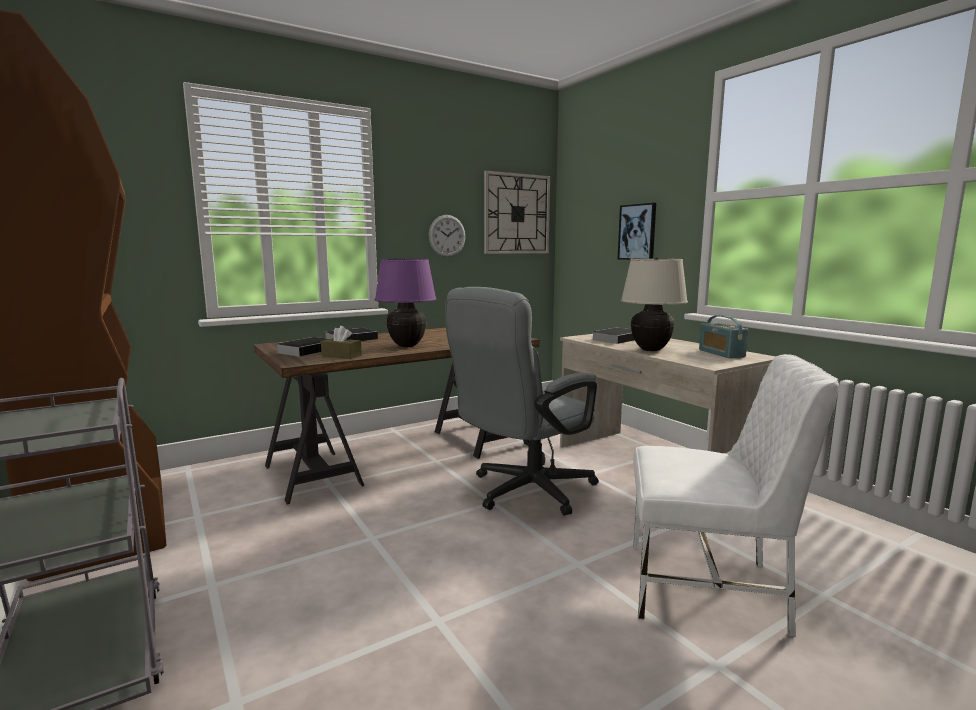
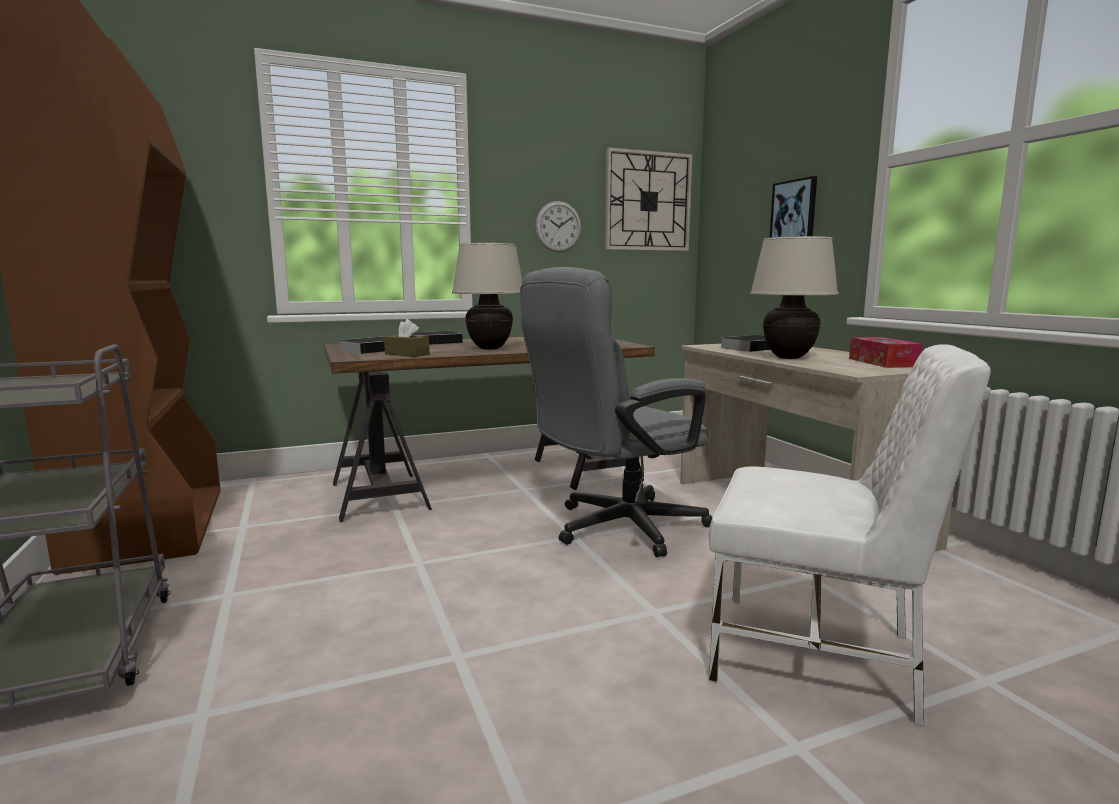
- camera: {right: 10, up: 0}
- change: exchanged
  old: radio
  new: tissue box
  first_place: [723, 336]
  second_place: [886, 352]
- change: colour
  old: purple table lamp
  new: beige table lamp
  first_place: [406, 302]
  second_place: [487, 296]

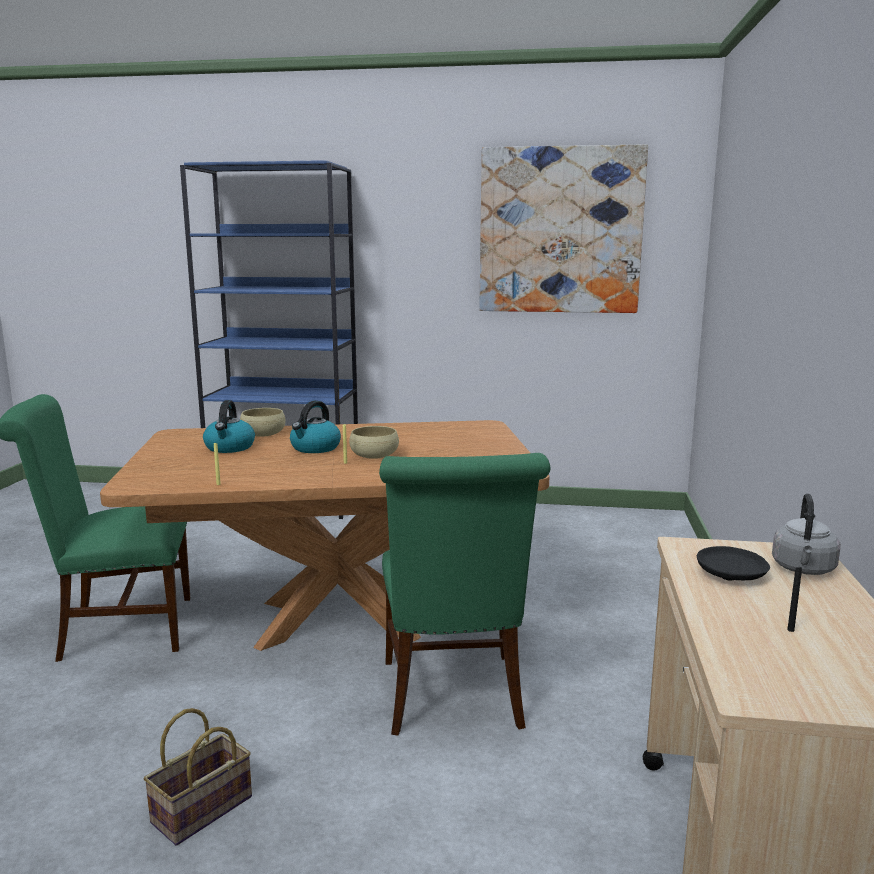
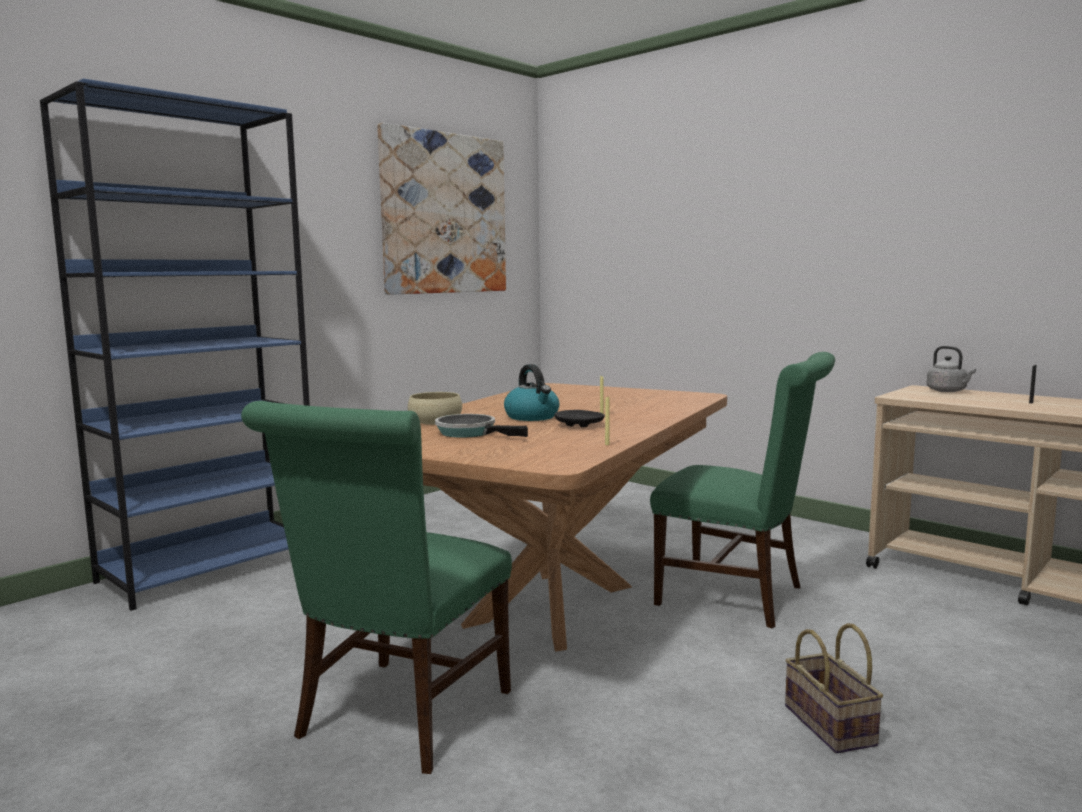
- camera: {right: -55, up: -5}
- change: missing
  old: beige bowl
  first_place: [374, 442]
- change: relocated
  old: black plate
  first_place: [733, 563]
  second_place: [579, 418]
- change: exchanged
  old: kettle
  new: frying pan
  first_place: [229, 426]
  second_place: [481, 426]

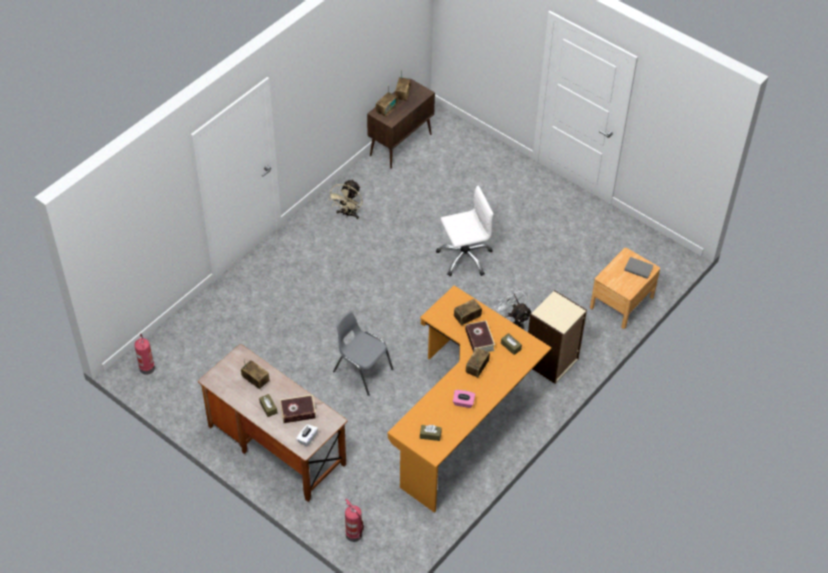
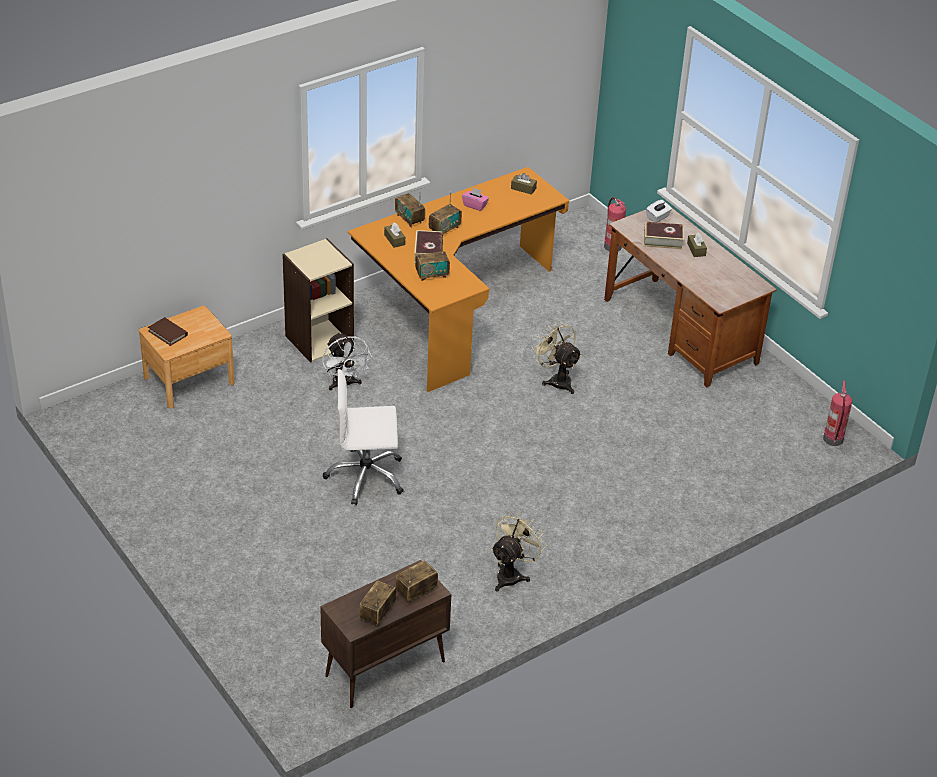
- camera: {right: -165, up: -10}
- change: relocated
  old: radio
  first_place: [255, 374]
  second_place: [410, 210]
- change: exchanged
  old: grey chair
  new: beige fan
  first_place: [363, 353]
  second_place: [557, 357]
- change: colour
  old: grey book
  new: brown book
  first_place: [639, 268]
  second_place: [168, 331]

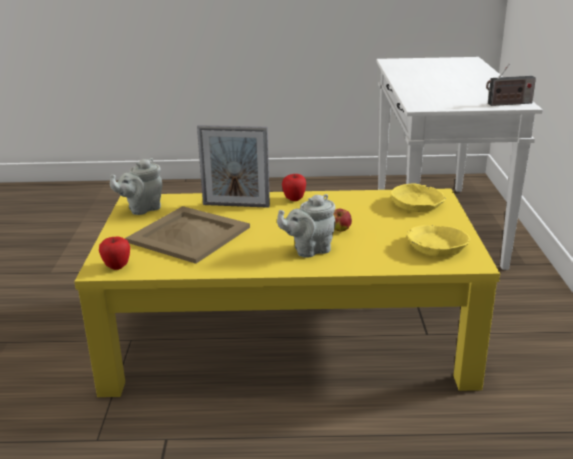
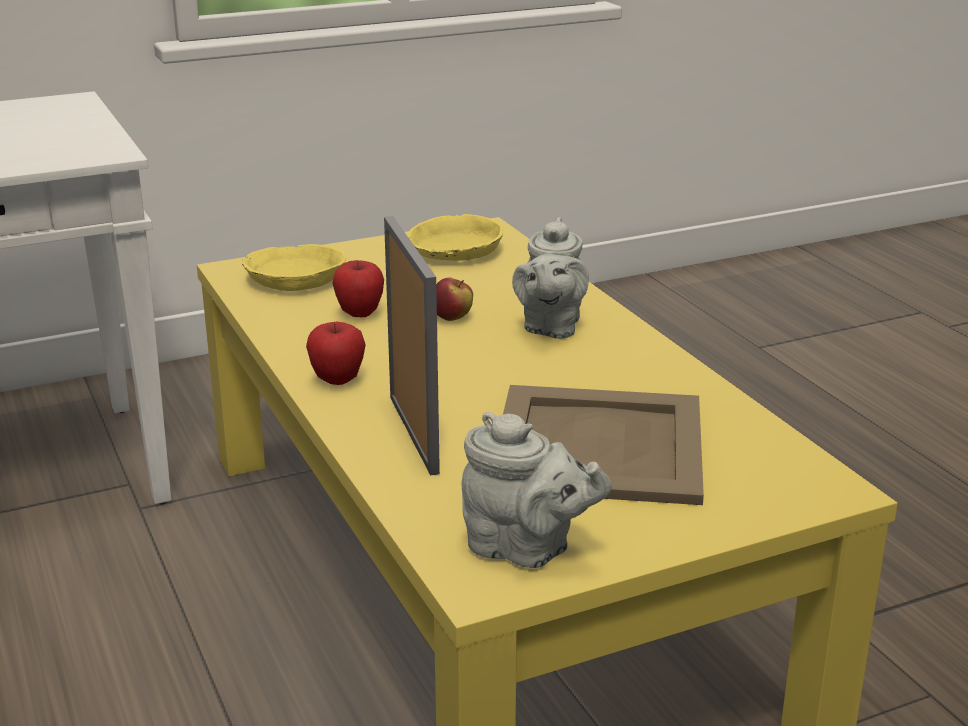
- camera: {right: -115, up: 0}
- change: missing
  old: radio
  first_place: [511, 85]
- change: relocated
  old: apple
  first_place: [114, 253]
  second_place: [358, 288]
- change: spun
  old: grey teapot
  first_place: [306, 225]
  second_place: [550, 278]
  degrees: 60

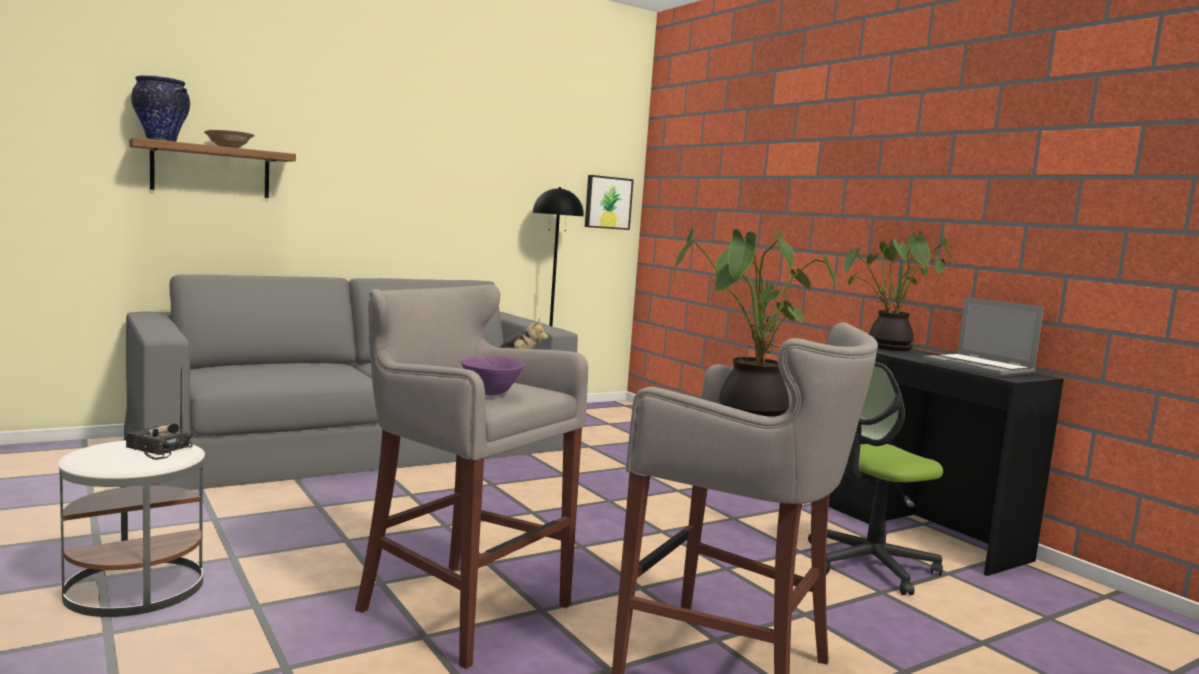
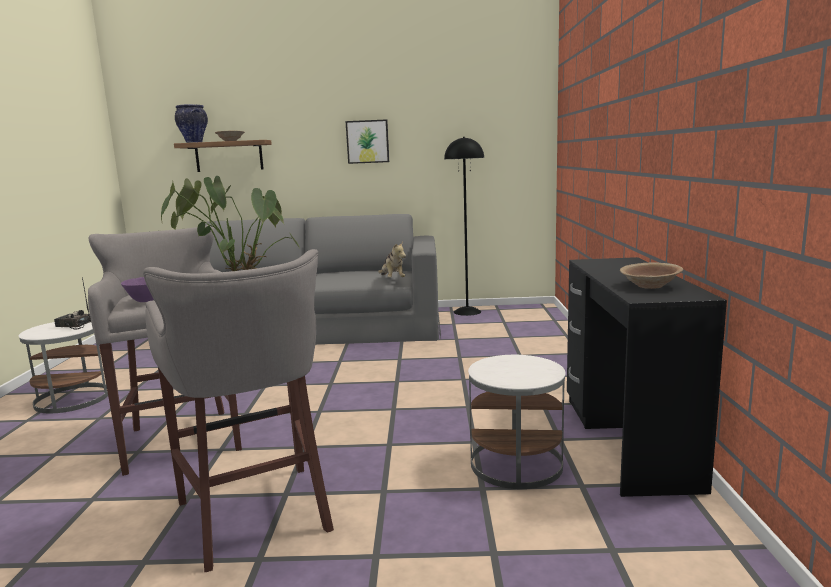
- camera: {right: 35, up: 5}
- change: missing
  old: potted plant
  first_place: [898, 291]
- change: relocated
  old: picture
  first_place: [609, 202]
  second_place: [367, 141]
- change: exchanged
  old: office chair
  new: white side table
  first_place: [875, 478]
  second_place: [517, 422]
- change: exchanged
  old: laptop
  new: brown bowl
  first_place: [983, 337]
  second_place: [651, 276]
- change: spun
  old: radio
  first_place: [159, 413]
  second_place: [72, 303]
  degrees: -45

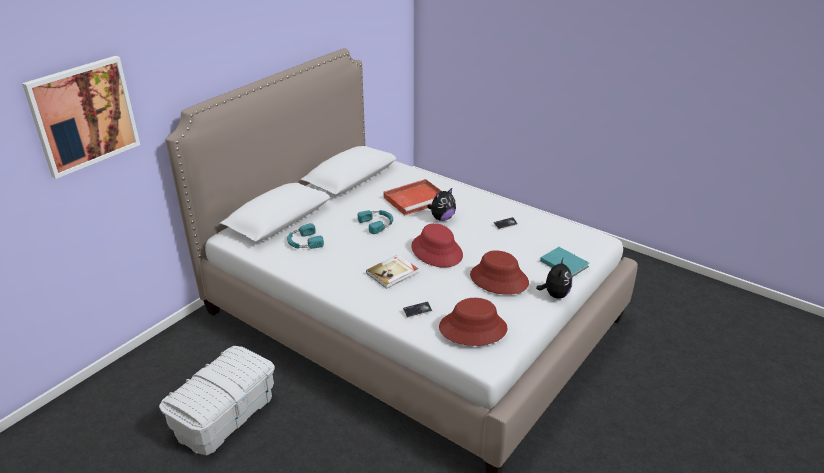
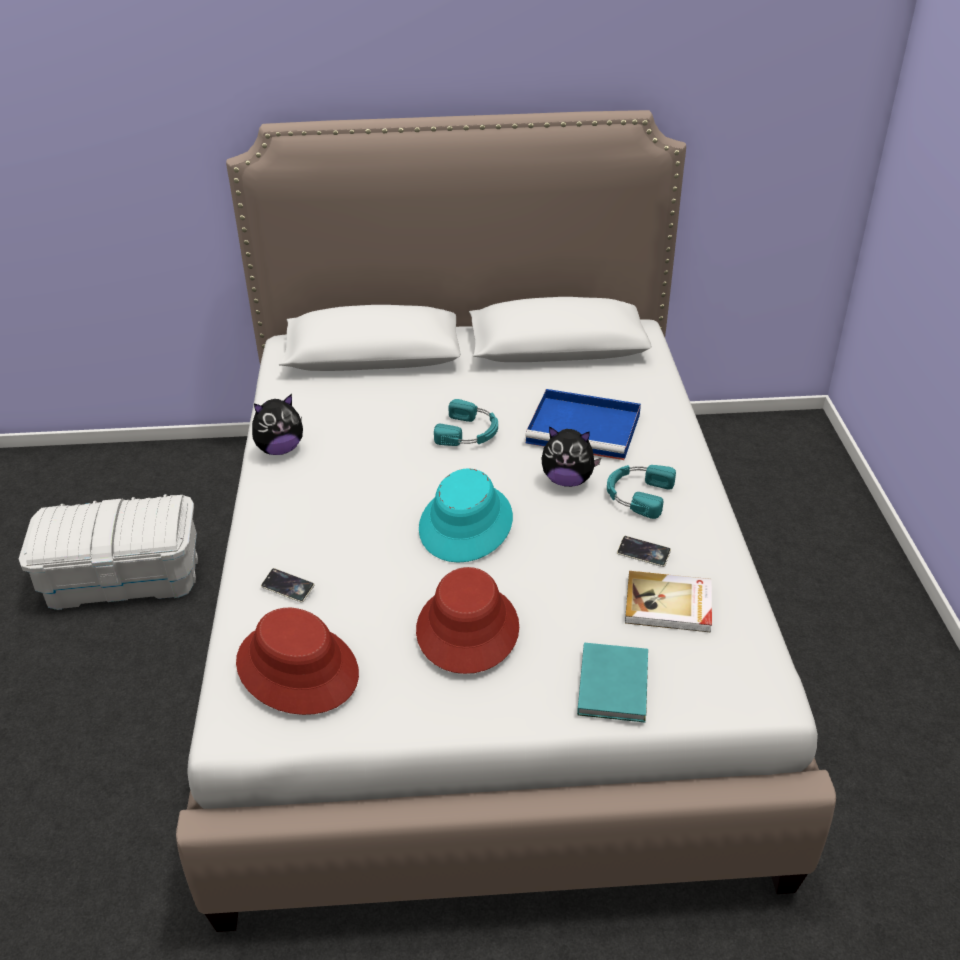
- camera: {right: 50, up: 5}
- change: missing
  old: picture
  first_place: [81, 117]
- change: relocated
  old: turquoise headphones
  first_place: [305, 236]
  second_place: [641, 492]
- change: relocated
  old: book
  first_place: [392, 272]
  second_place: [668, 602]
- change: relocated
  old: plush toy
  first_place: [554, 278]
  second_place: [277, 424]
- change: colour
  old: red tray
  new: blue tray
  first_place: [412, 197]
  second_place: [583, 424]
- change: colour
  old: red hat
  new: turquoise hat
  first_place: [437, 245]
  second_place: [466, 515]

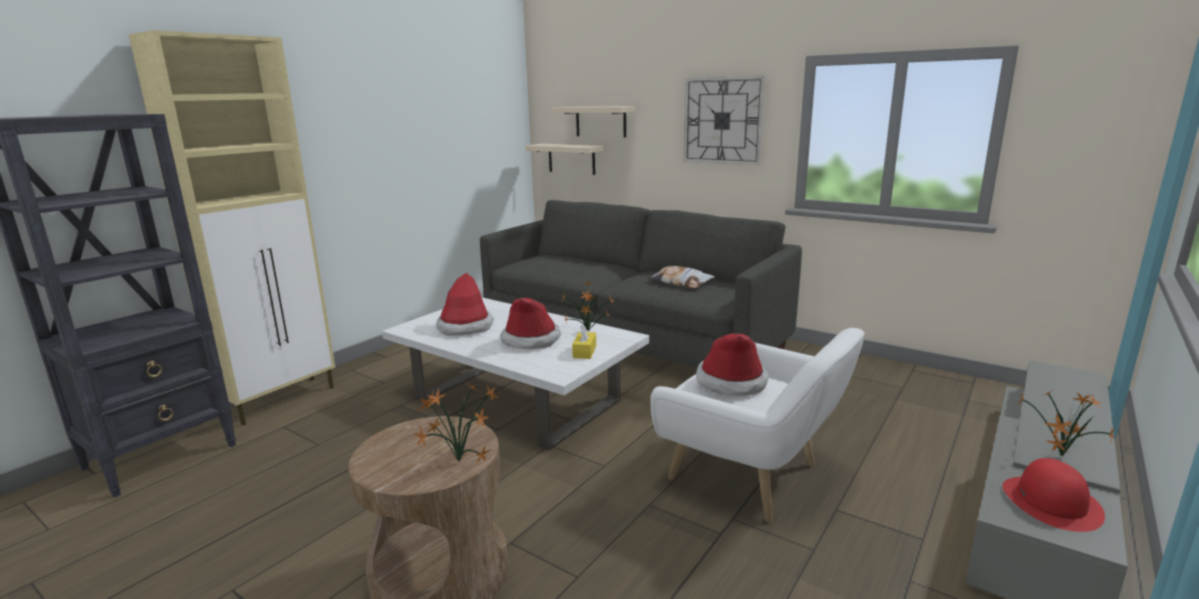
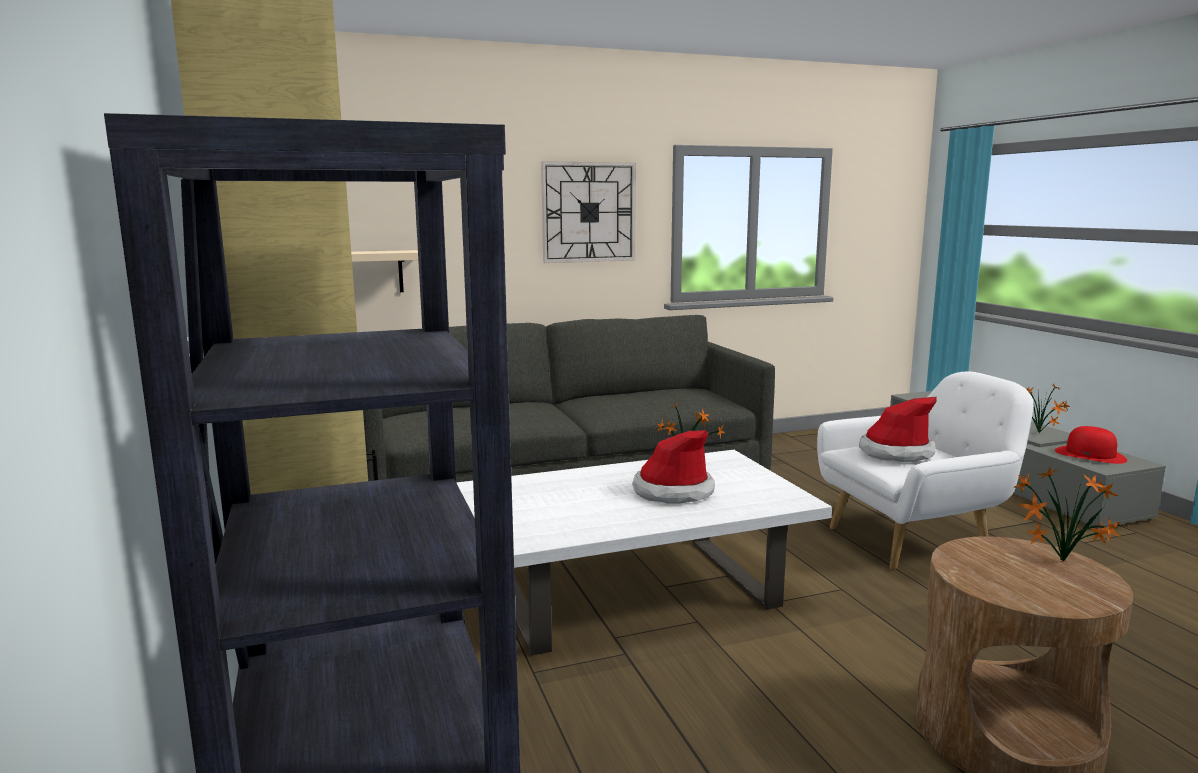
- camera: {right: -55, up: -5}
- change: missing
  old: hat
  first_place: [465, 304]
- change: missing
  old: beige shelf
  first_place: [594, 122]
- change: missing
  old: yellow tissue box
  first_place: [584, 341]
- change: missing
  old: pillow
  first_place: [681, 277]

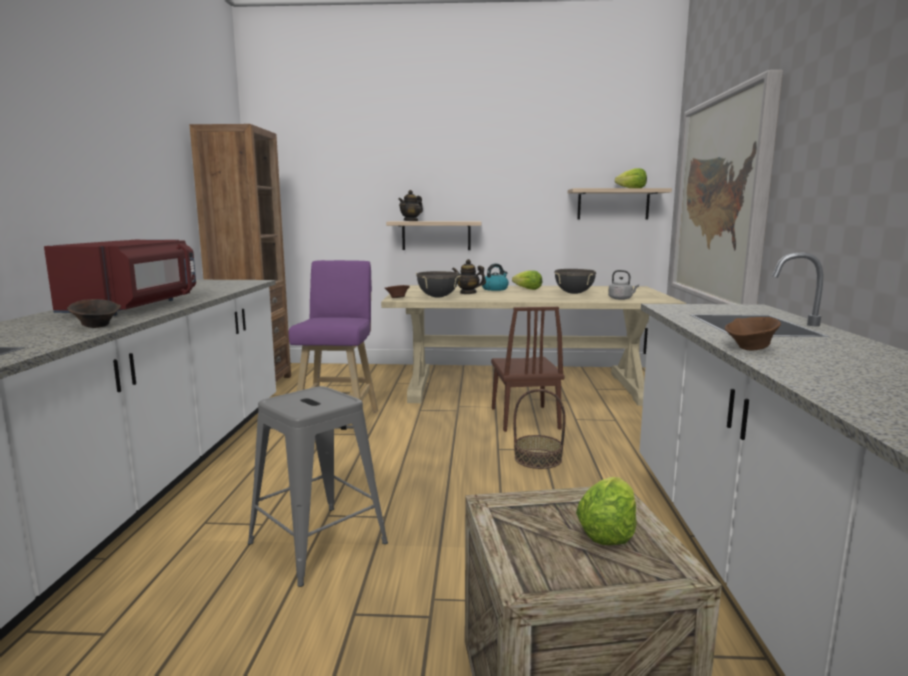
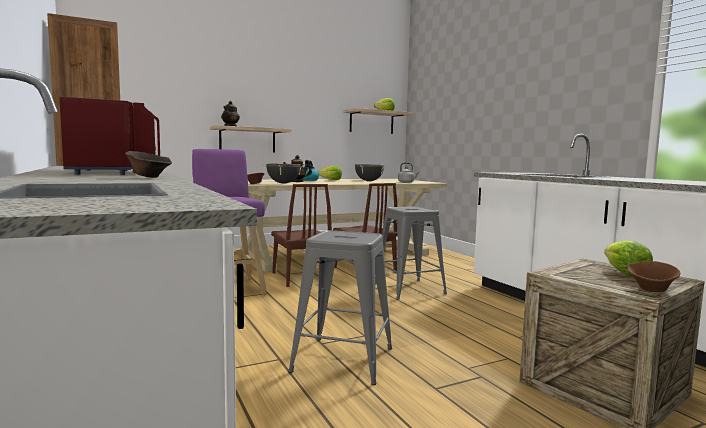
- camera: {right: -30, up: -5}
- change: missing
  old: picture
  first_place: [727, 187]
- change: appeared
  new: brown chair
  second_place: [301, 235]
- change: relocated
  old: brown bowl
  first_place: [753, 333]
  second_place: [653, 277]
- change: exchanged
  old: basket
  new: grey stool
  first_place: [539, 429]
  second_place: [411, 252]

